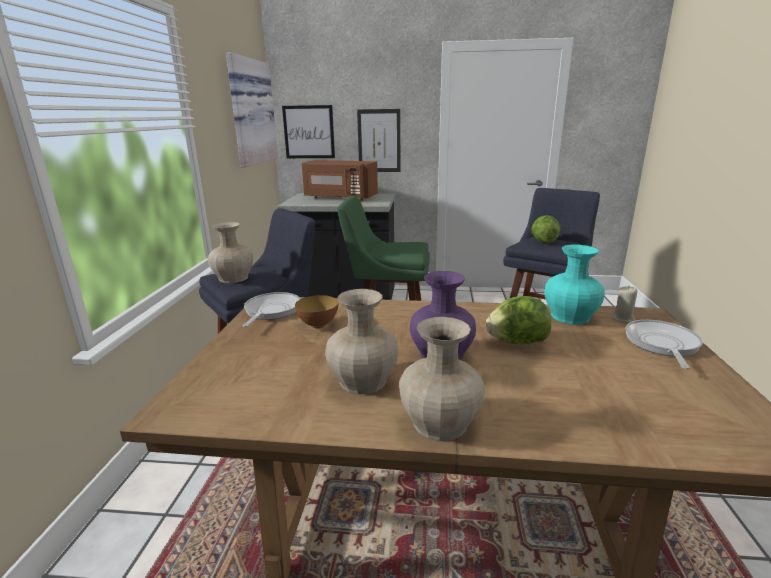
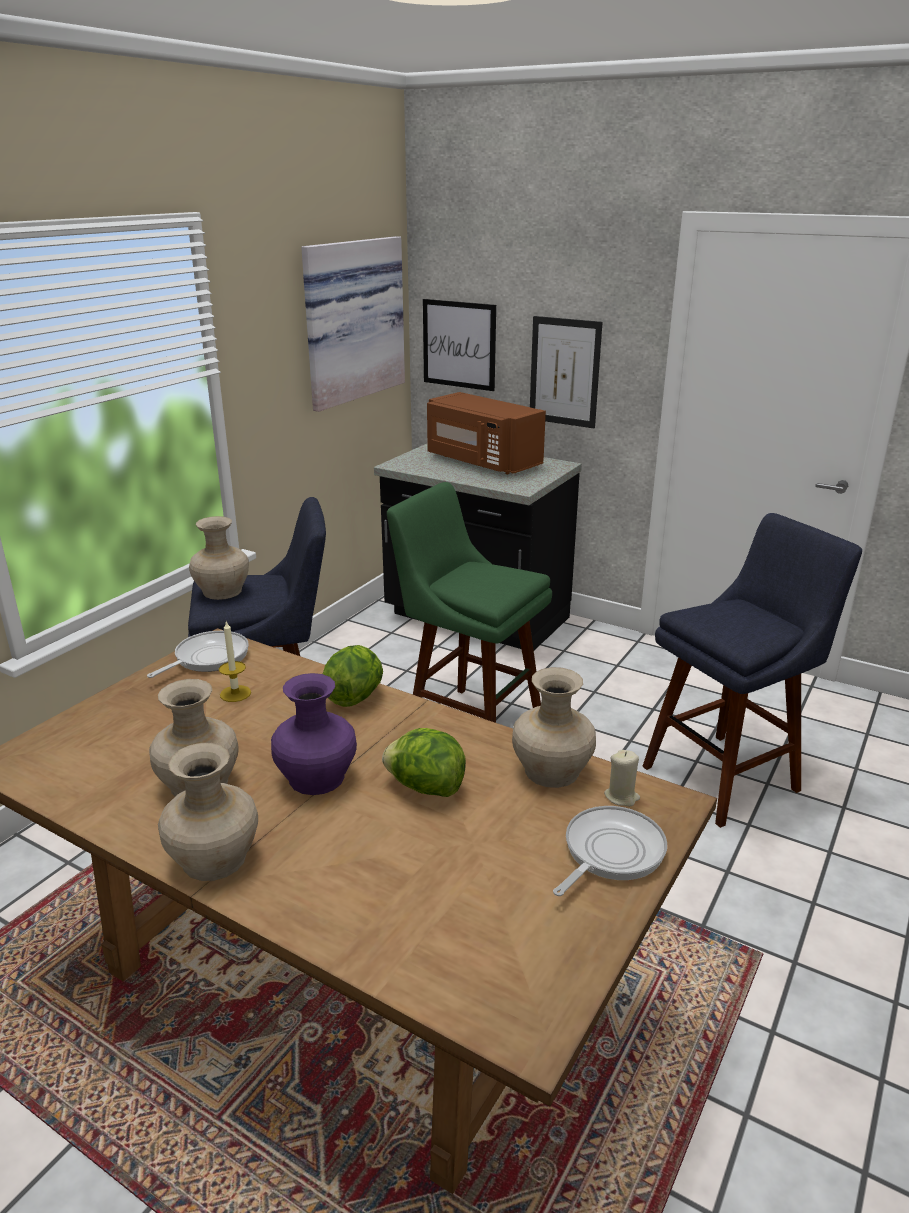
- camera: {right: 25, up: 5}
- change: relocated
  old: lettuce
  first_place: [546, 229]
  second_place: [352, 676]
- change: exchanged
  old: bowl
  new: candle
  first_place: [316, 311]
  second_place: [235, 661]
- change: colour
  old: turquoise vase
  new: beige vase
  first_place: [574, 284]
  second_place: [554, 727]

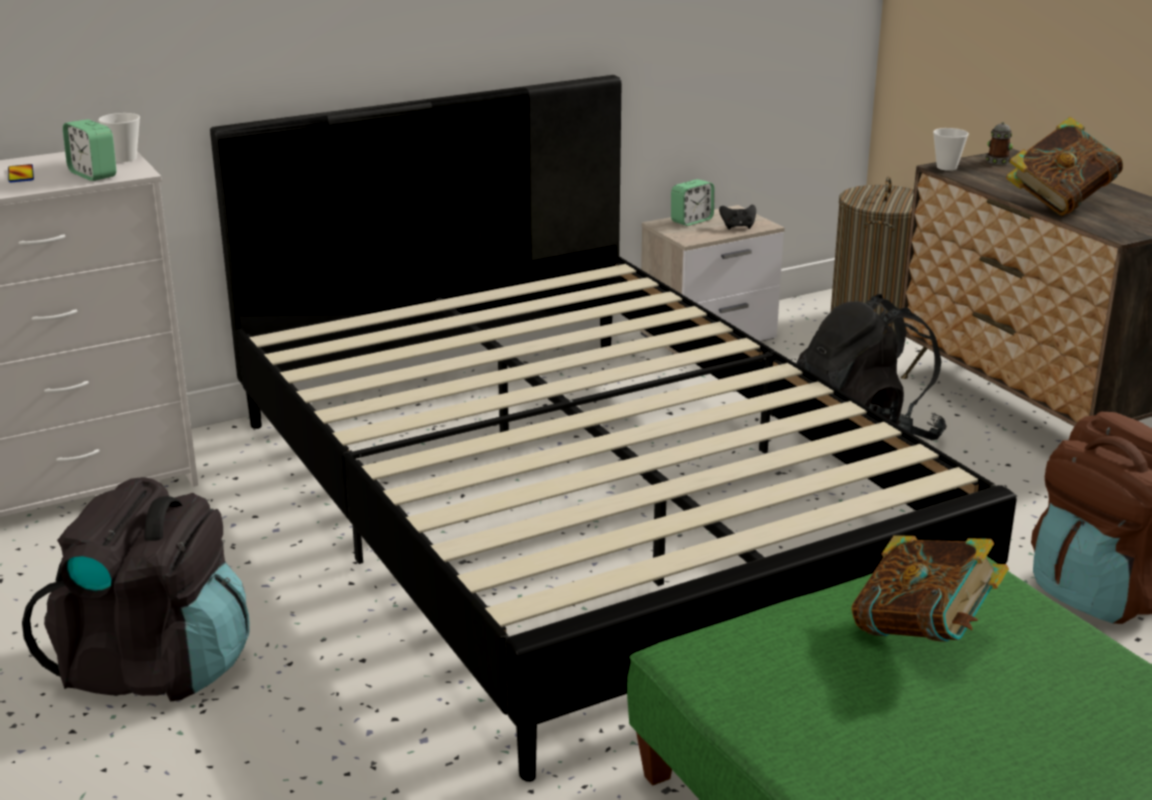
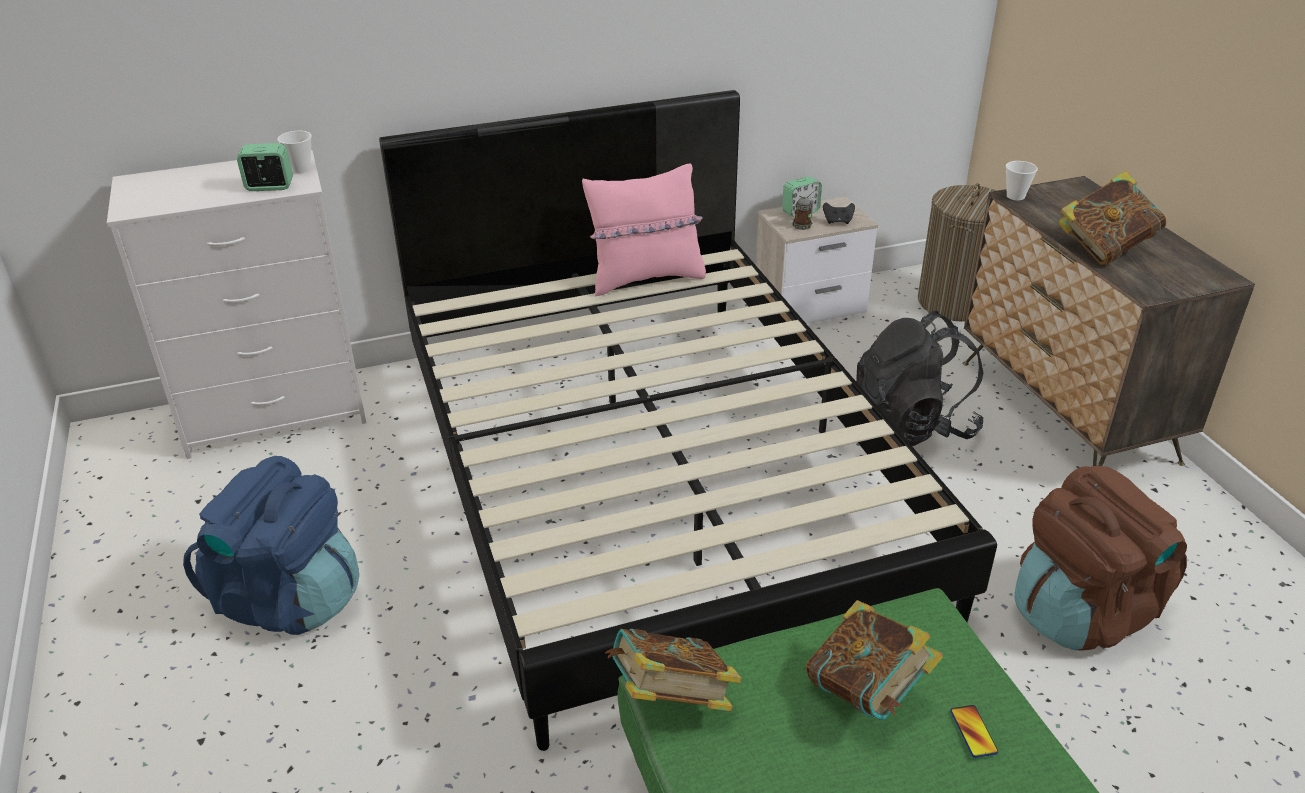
- camera: {right: 10, up: 10}
- change: appeared
  new: pink pillow
  second_place: [644, 229]
- change: appeared
  new: book
  second_place: [673, 670]
- change: relocated
  old: phone
  first_place: [21, 173]
  second_place: [974, 731]
- change: relocated
  old: mug
  first_place: [999, 143]
  second_place: [803, 213]
- change: colour
  old: black backpack
  new: blue backpack
  first_place: [136, 589]
  second_place: [271, 545]
- change: spun
  old: alarm clock
  first_place: [89, 150]
  second_place: [265, 167]
  degrees: 120

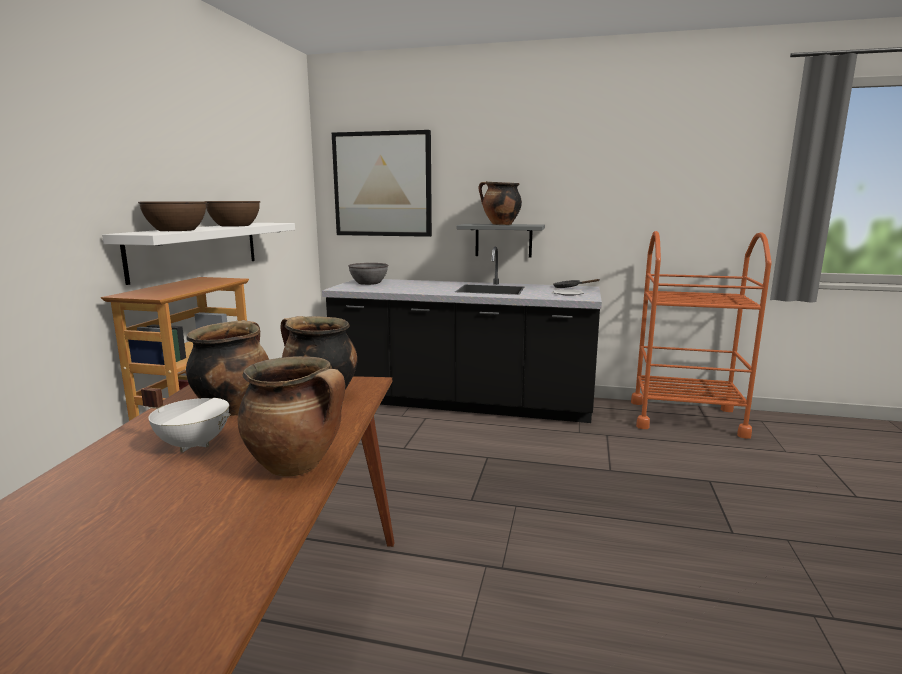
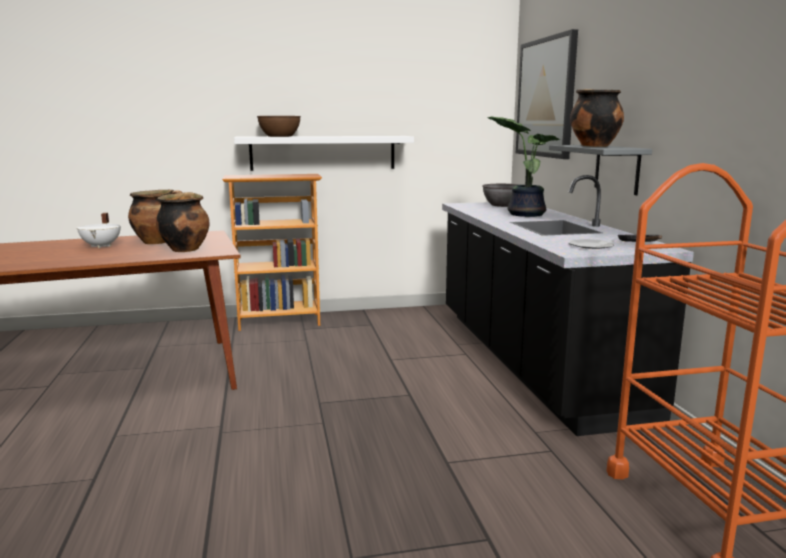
- camera: {right: 65, up: 0}
- change: missing
  old: brown bowl
  first_place: [233, 214]
- change: missing
  old: cooking pot
  first_place: [291, 416]
- change: appeared
  new: potted plant
  second_place: [524, 167]

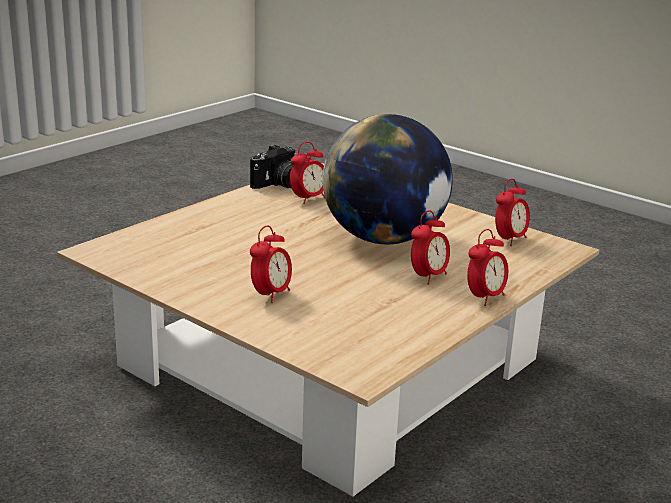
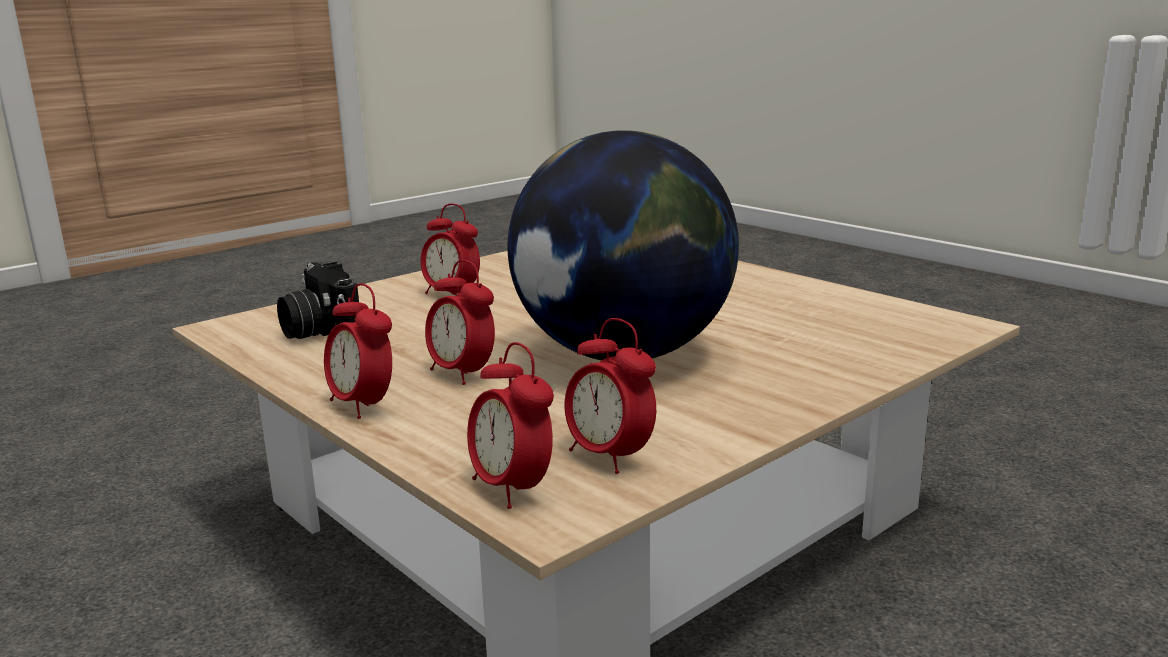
- camera: {right: 100, up: -5}
- change: relocated
  old: photo camera
  first_place: [273, 167]
  second_place: [318, 300]
- change: relocated
  old: alarm clock
  first_place: [307, 173]
  second_place: [510, 425]

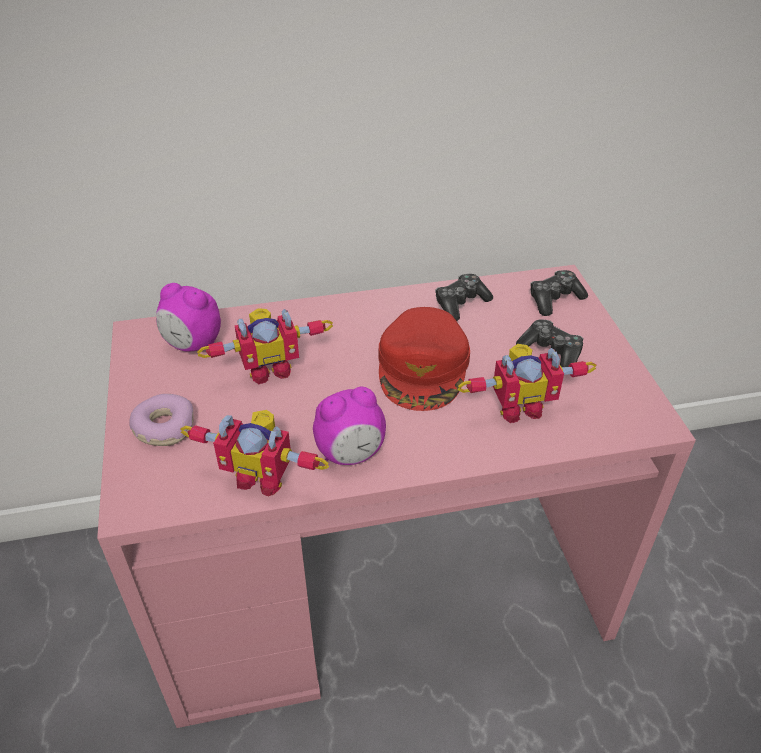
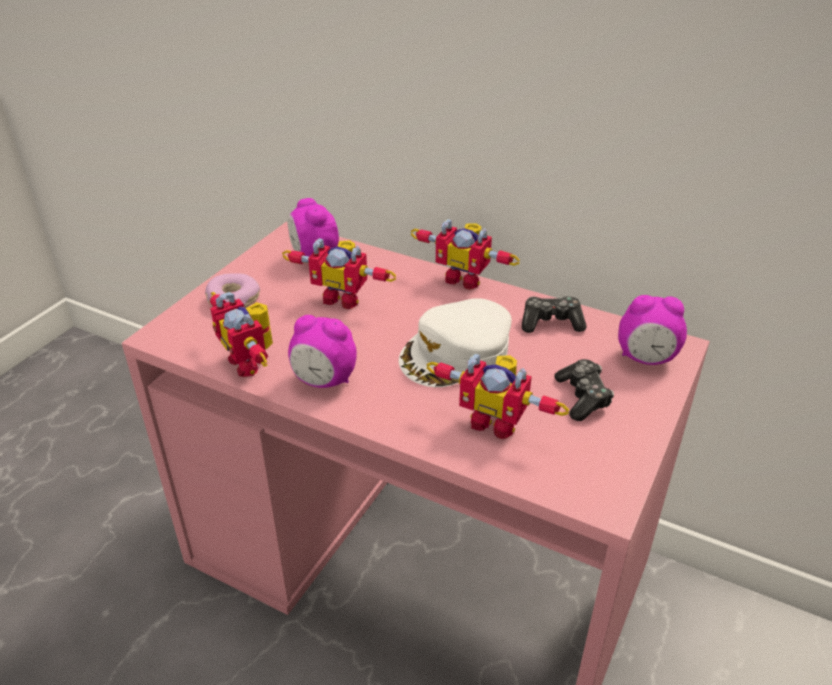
- camera: {right: 40, up: -5}
- change: appeared
  new: toy robot
  second_place: [465, 254]
- change: exchanged
  old: game controller
  new: alarm clock
  first_place: [559, 293]
  second_place: [652, 330]
- change: colour
  old: red cap
  new: white cap
  first_place: [424, 359]
  second_place: [455, 342]

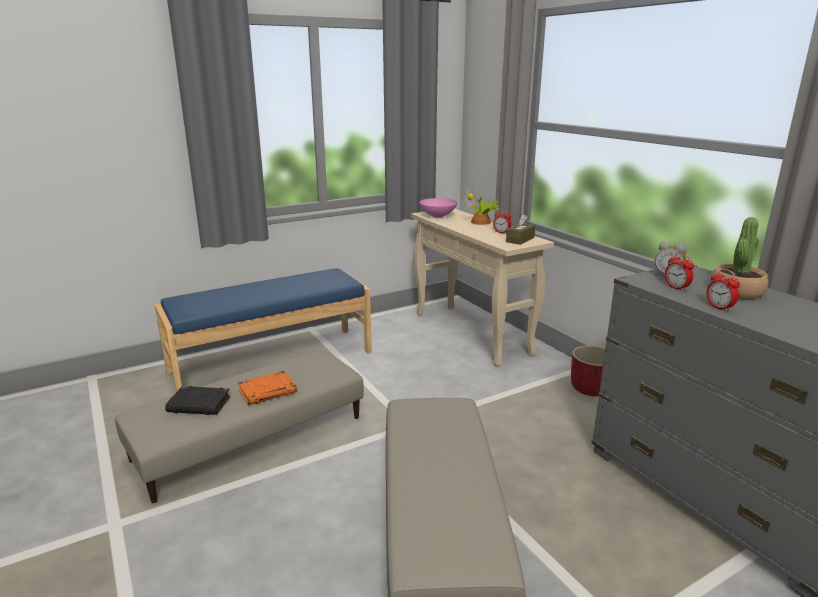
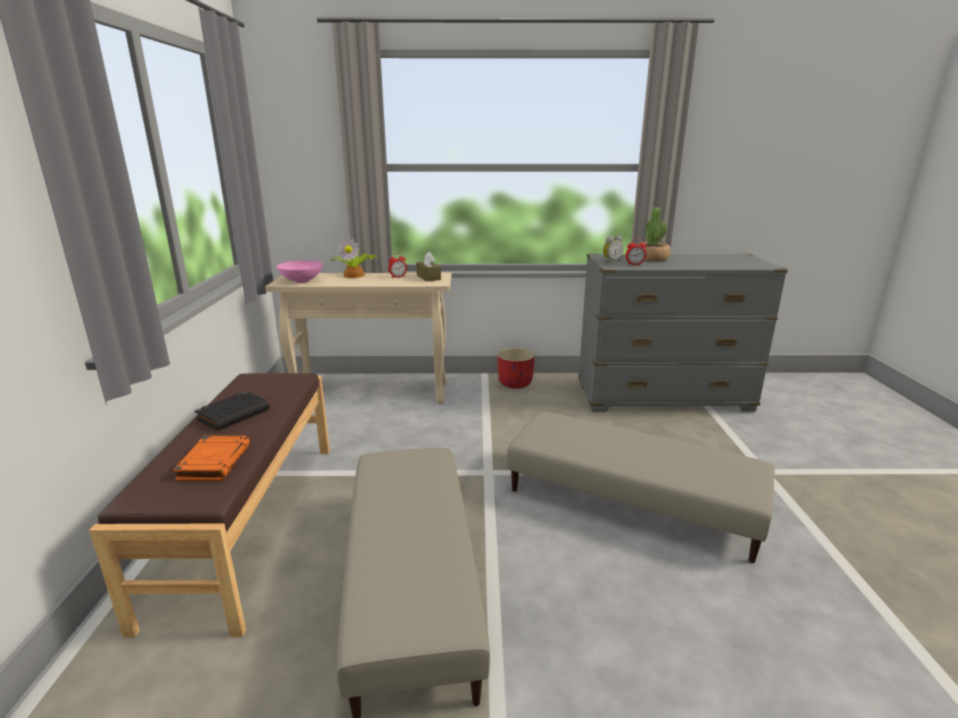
- camera: {right: -60, up: 0}
- change: missing
  old: alarm clock
  first_place: [723, 290]
- change: relocated
  old: black book
  first_place: [197, 400]
  second_place: [232, 411]
- change: relocated
  old: orange book
  first_place: [267, 388]
  second_place: [211, 458]
- change: colour
  old: blue bench
  new: brown bench
  first_place: [263, 330]
  second_place: [209, 505]

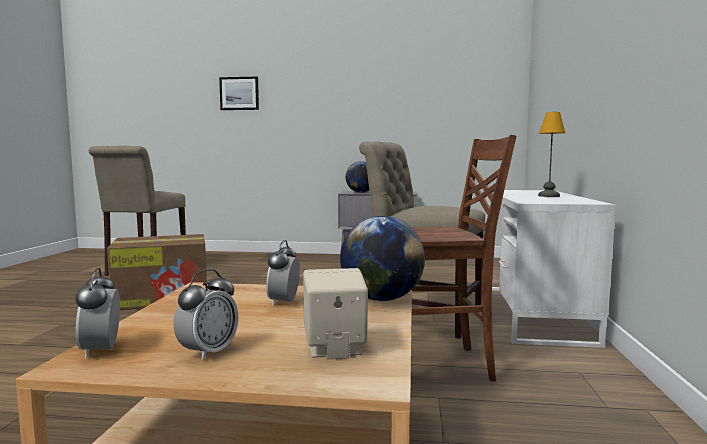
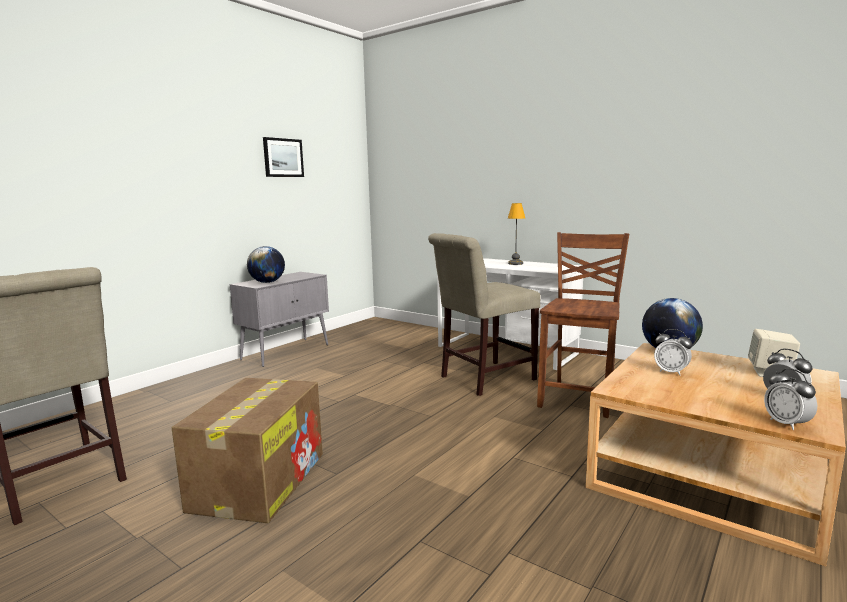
- camera: {right: -60, up: 5}
- change: relocated
  old: picture
  first_place: [239, 93]
  second_place: [283, 157]
- change: spun
  old: alarm clock
  first_place: [98, 313]
  second_place: [790, 399]
  degrees: 60

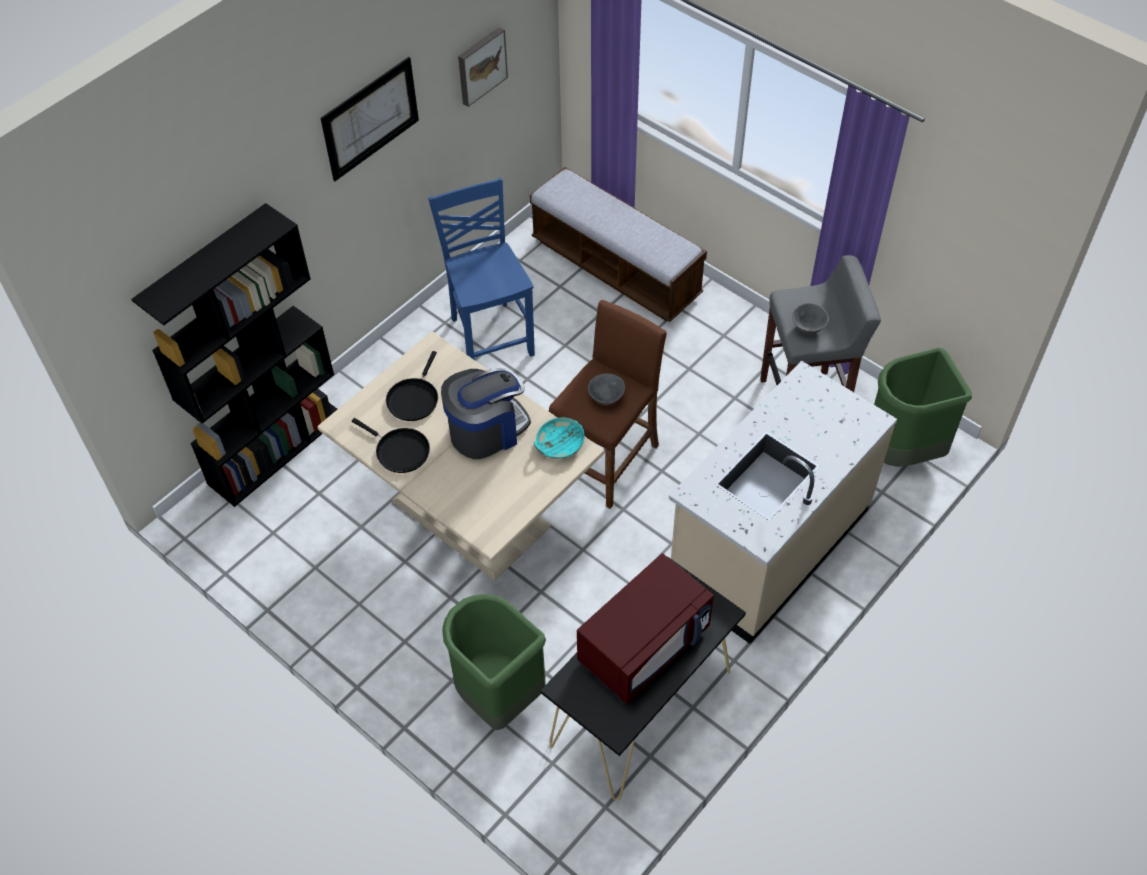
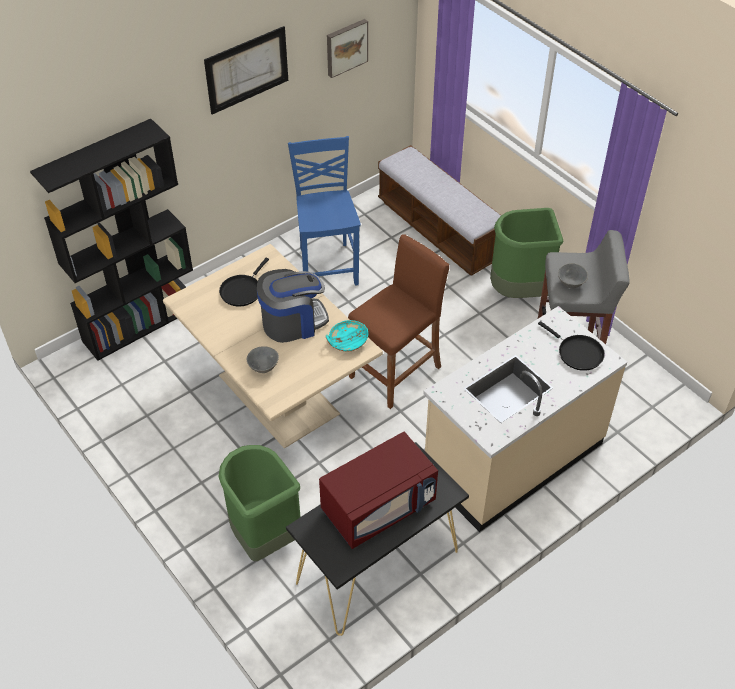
- camera: {right: 10, up: -5}
- change: relocated
  old: black frying pan
  first_place: [391, 445]
  second_place: [571, 346]
- change: relocated
  old: grey bowl
  first_place: [606, 389]
  second_place: [263, 359]
- change: relocated
  old: green trash can
  first_place: [923, 407]
  second_place: [526, 253]

